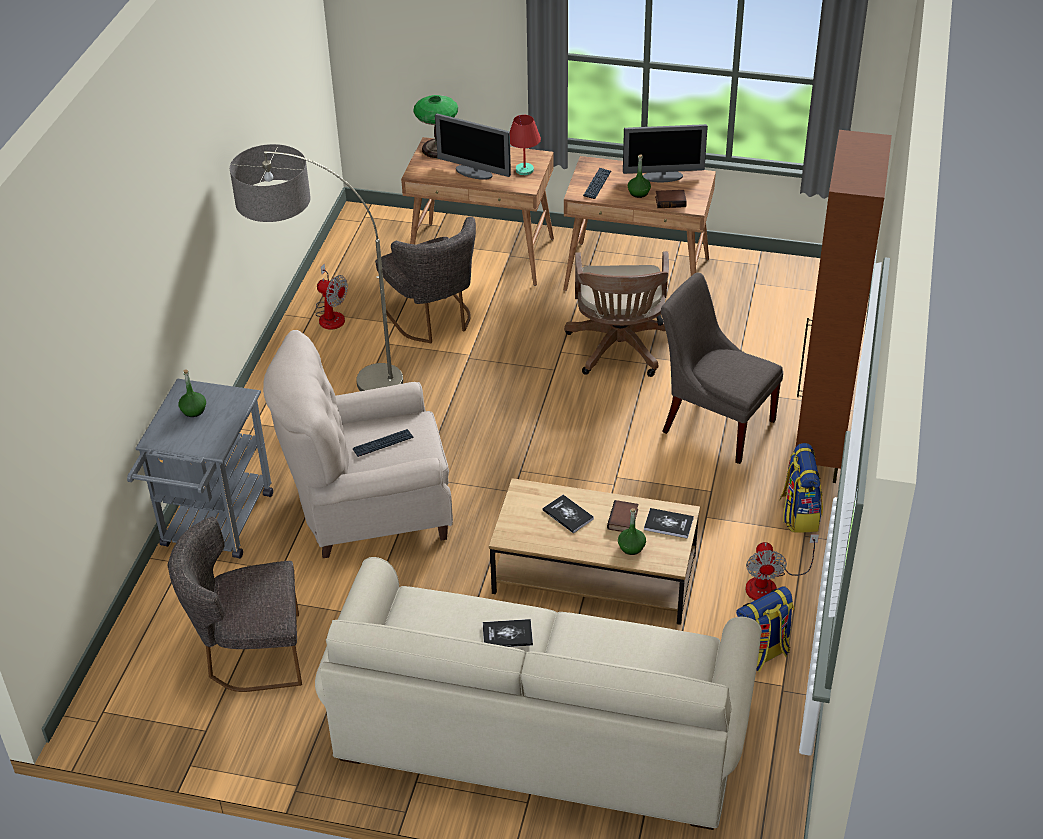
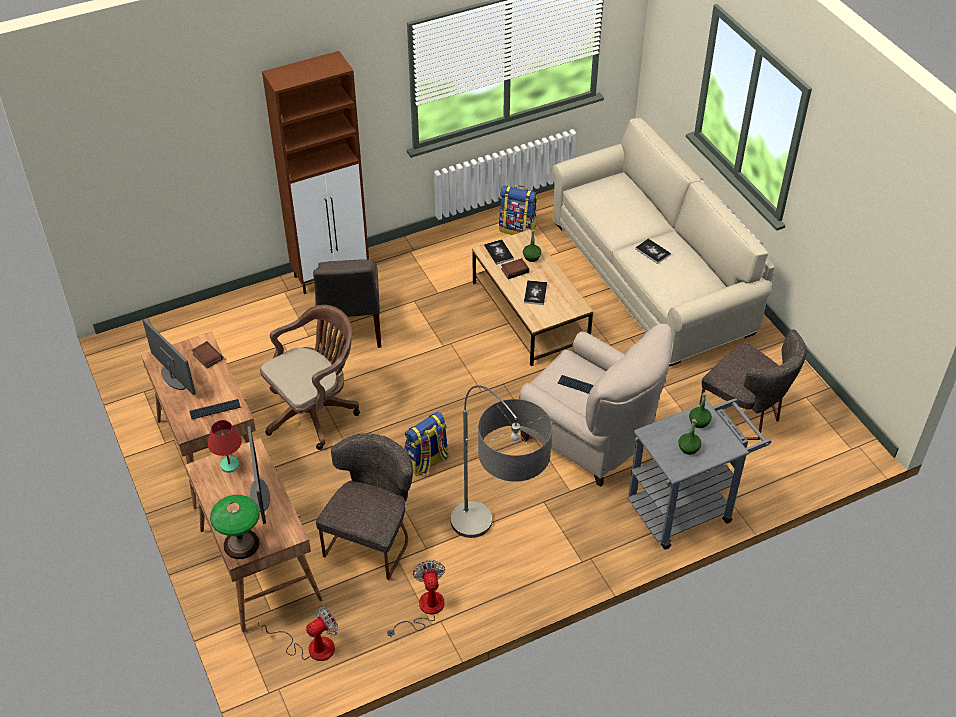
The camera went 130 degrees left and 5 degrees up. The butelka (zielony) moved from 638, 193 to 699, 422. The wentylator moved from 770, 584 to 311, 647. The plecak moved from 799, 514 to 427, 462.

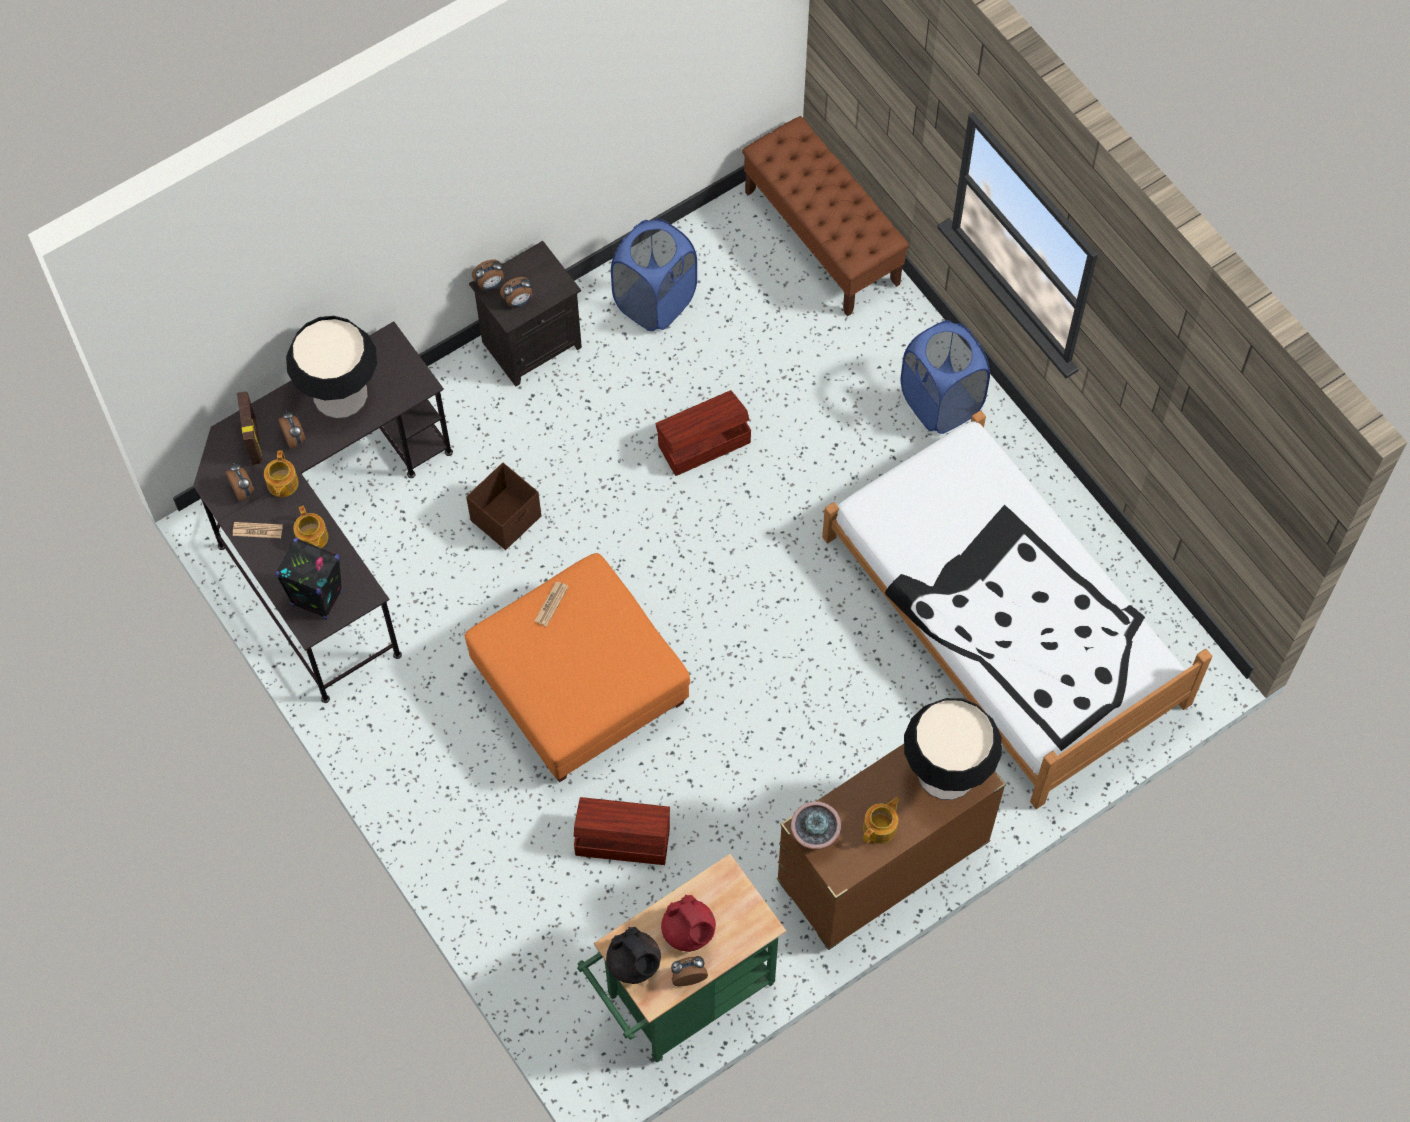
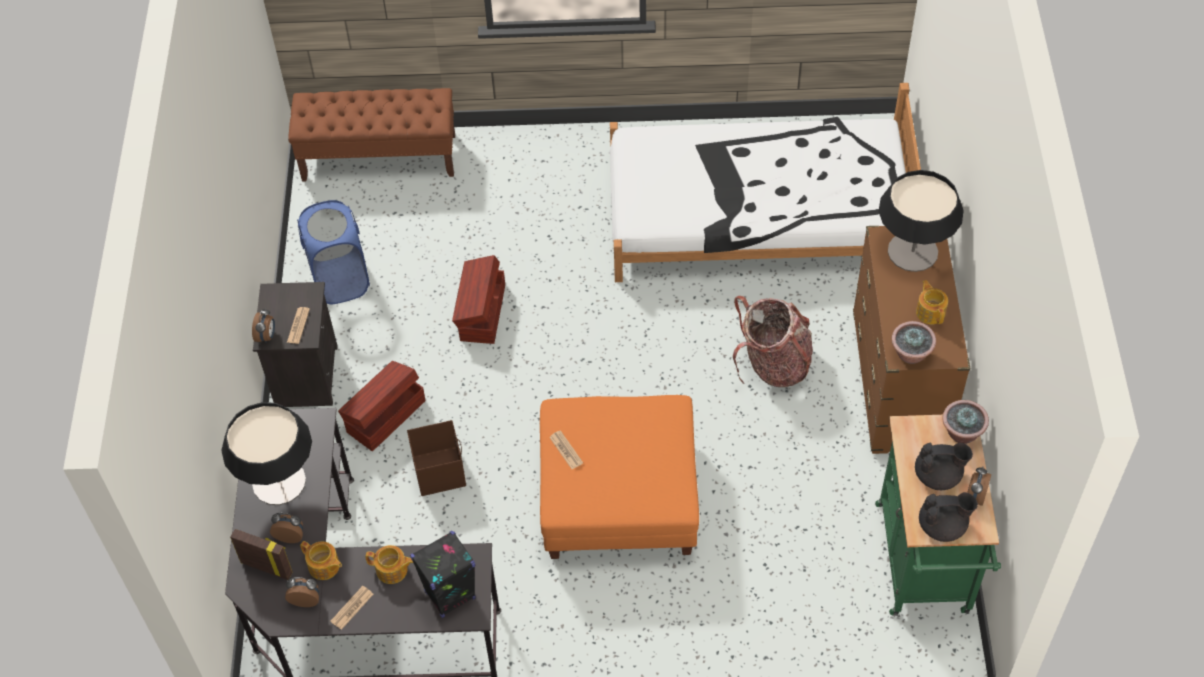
The camera went 55 degrees left and 10 degrees down. The kosz na pranie (niebieski) at 941, 402 disappeared. The plecak at 773, 364 appeared. The roślina doniczkowa at 961, 433 appeared. The pojemnik do przechowywania (brązowy) moved from 622, 839 to 384, 416. The budzik at 518, 301 was replaced by the gazeta at 298, 325. The imbryk (czerwony) at 689, 931 became the imbryk (czarny) at 938, 476.

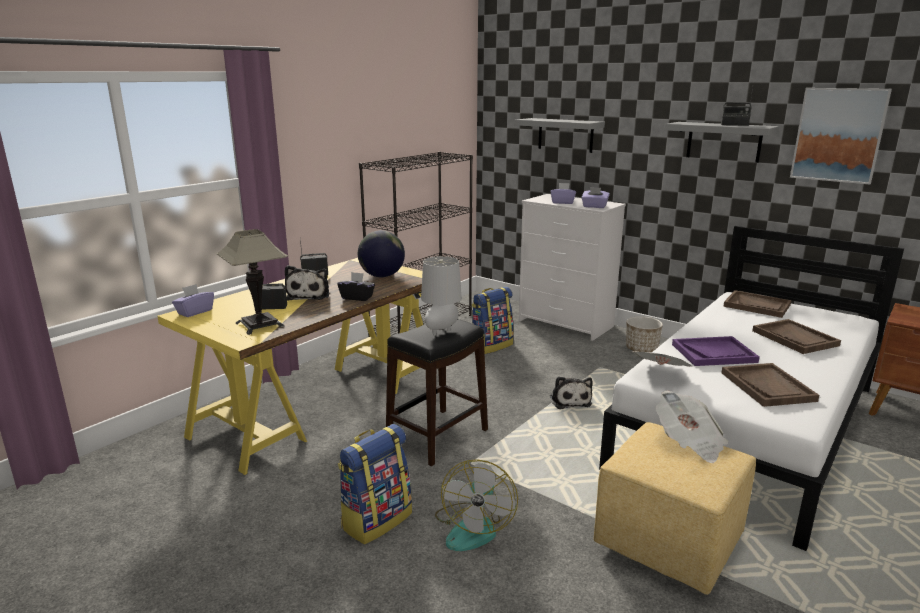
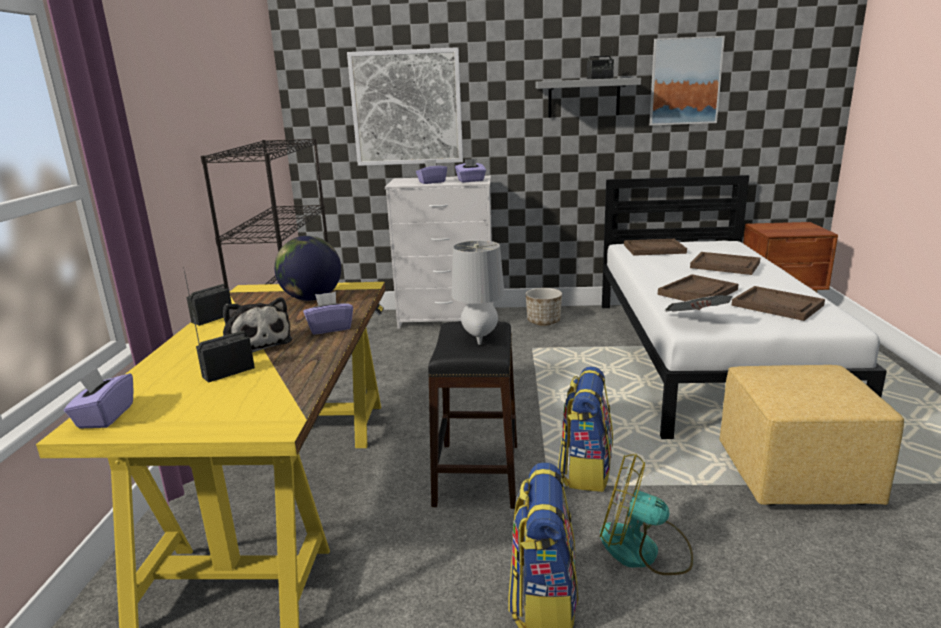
The camera went 35 degrees left and 0 degrees up. The lampa stołowa at 259, 325 disappeared. The pluszak at 569, 400 disappeared. The gazeta at 689, 443 disappeared. The plecak moved from 491, 345 to 585, 470. The półka (szary) at 565, 135 was replaced by the obraz at 407, 108. The pudełko chusteczek (czarny) at 357, 297 became the pudełko chusteczek (fioletowy) at 330, 328. The taca (fioletowy) at 714, 353 became the taca (brązowy) at 697, 292. The wentylator at 473, 527 turned 135 degrees clockwise.

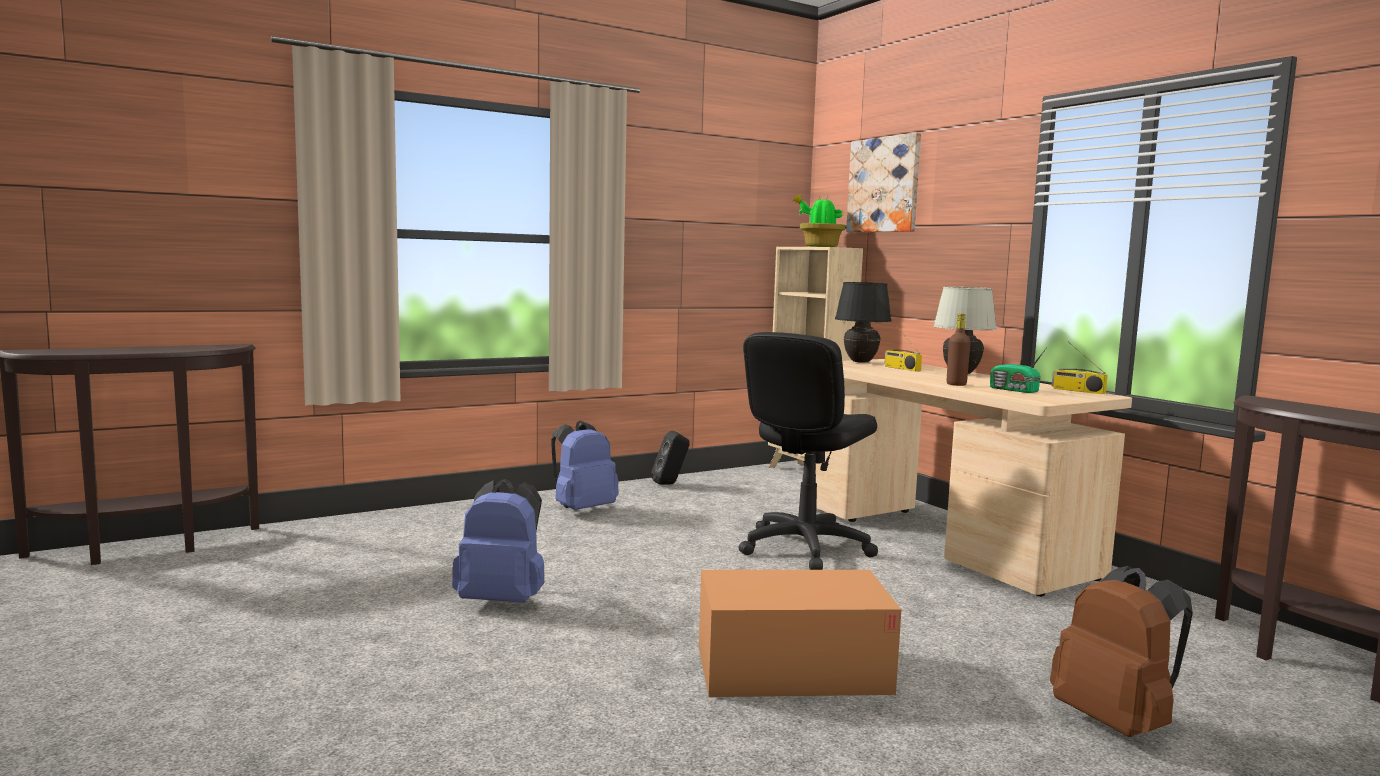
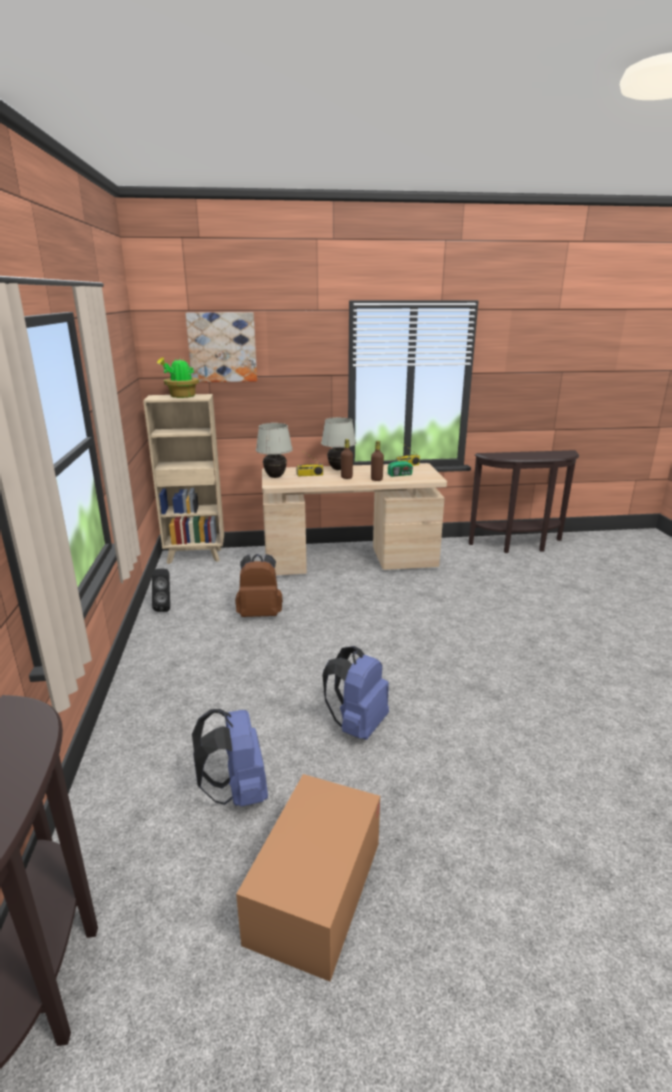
The camera went 65 degrees left and 15 degrees up. The krzesło biurowe (czarny) at 804, 548 disappeared. The butelka (brązowy) at 346, 477 appeared. The plecak (niebieski) moved from 582, 509 to 237, 792. The karton moved from 792, 670 to 315, 890. The plecak (brązowy) moved from 1116, 723 to 260, 613. The lampa stołowa (czarny) at 861, 362 became the lampa stołowa (biały) at 275, 477.

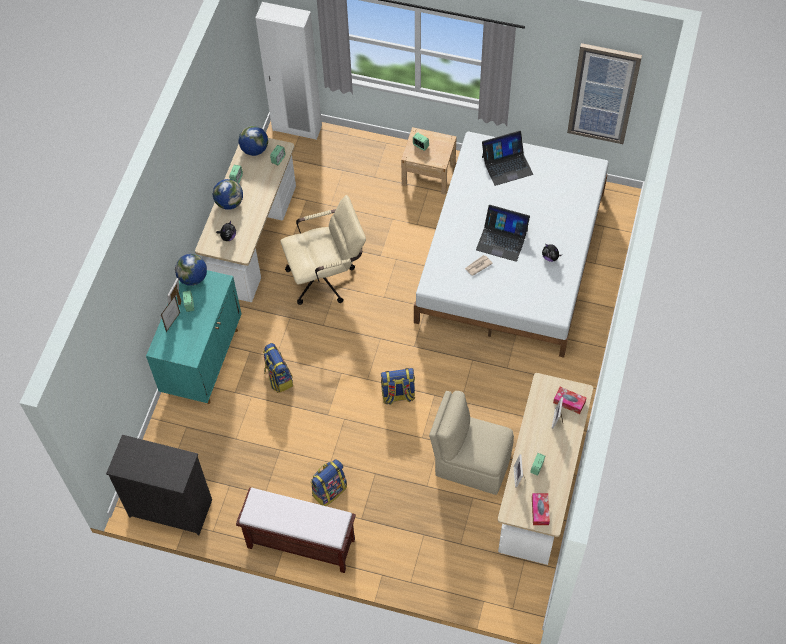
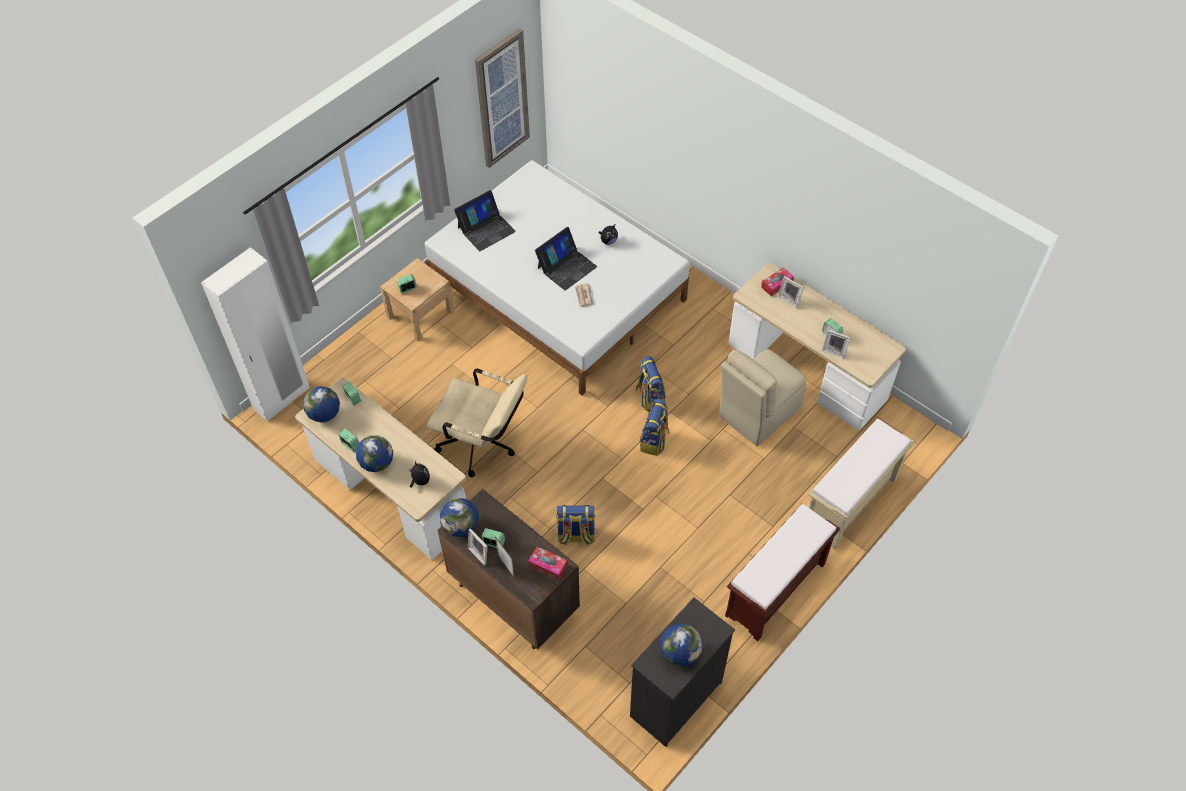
The camera went 65 degrees left and 5 degrees down. The globus at 680, 653 appeared. The ławka (beżowy) at 849, 504 appeared. The plecak moved from 329, 490 to 649, 397. The pudełko chusteczek moved from 540, 511 to 548, 565. The szafka (turkusowy) at 203, 360 became the szafka (brązowy) at 513, 598. The krzesło biurowe (beżowy) at 327, 277 turned 105 degrees clockwise. The laptop at 507, 165 turned 45 degrees clockwise.

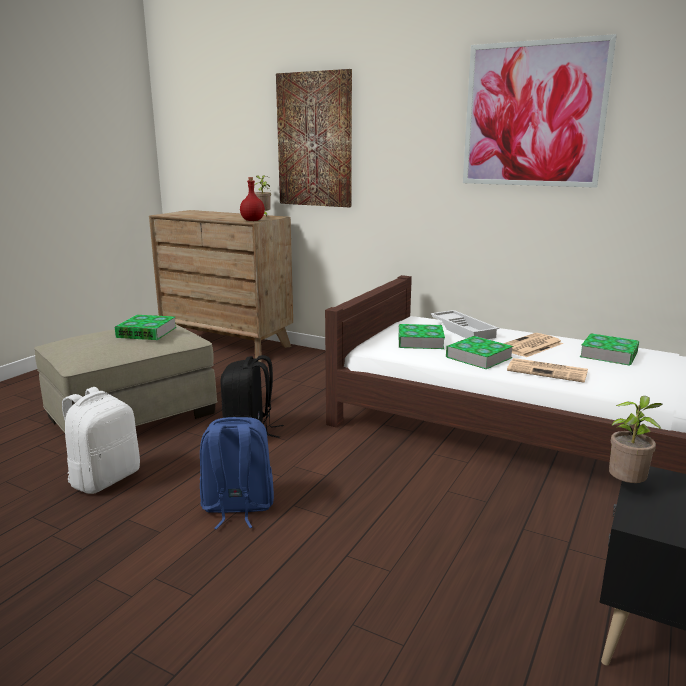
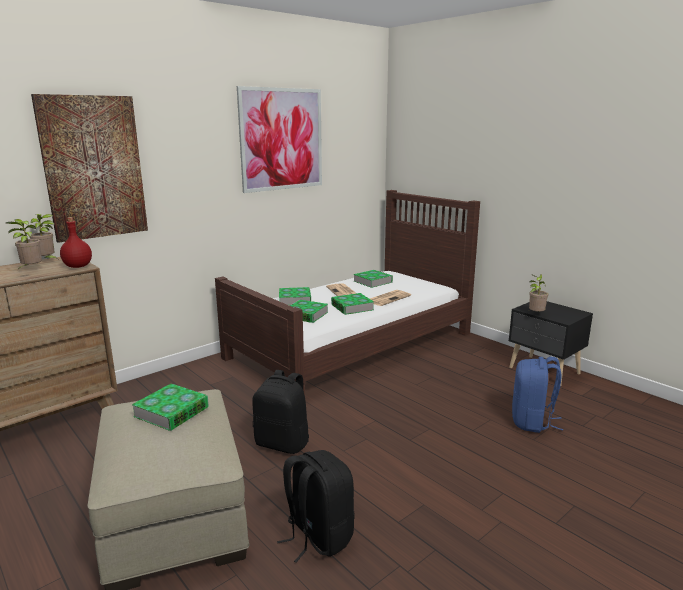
The camera went 70 degrees left and 0 degrees up. The roślina doniczkowa at 31, 269 appeared. The plecak (niebieski) moved from 237, 507 to 532, 422. The taca (biały) at 464, 330 was replaced by the książka at 295, 300. The plecak (biały) at 105, 478 became the plecak (czarny) at 317, 536.

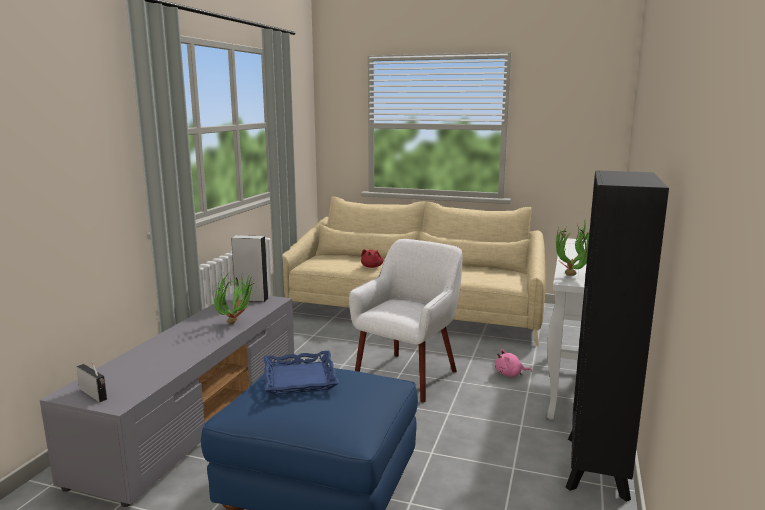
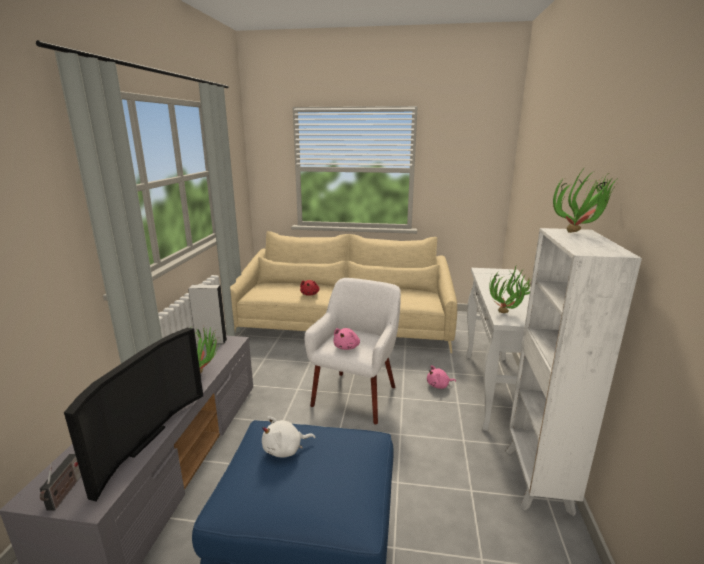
The camera went 10 degrees left and 5 degrees up. The telewizor at 138, 440 appeared. The pluszak (różowy) at 347, 347 appeared. The roślina doniczkowa at 580, 233 appeared. The taca (niebieski) at 300, 378 was replaced by the pluszak (biały) at 285, 449. The regał (czarny) at 596, 468 became the regał (biały) at 537, 481. The radio at 95, 394 turned 60 degrees clockwise.

